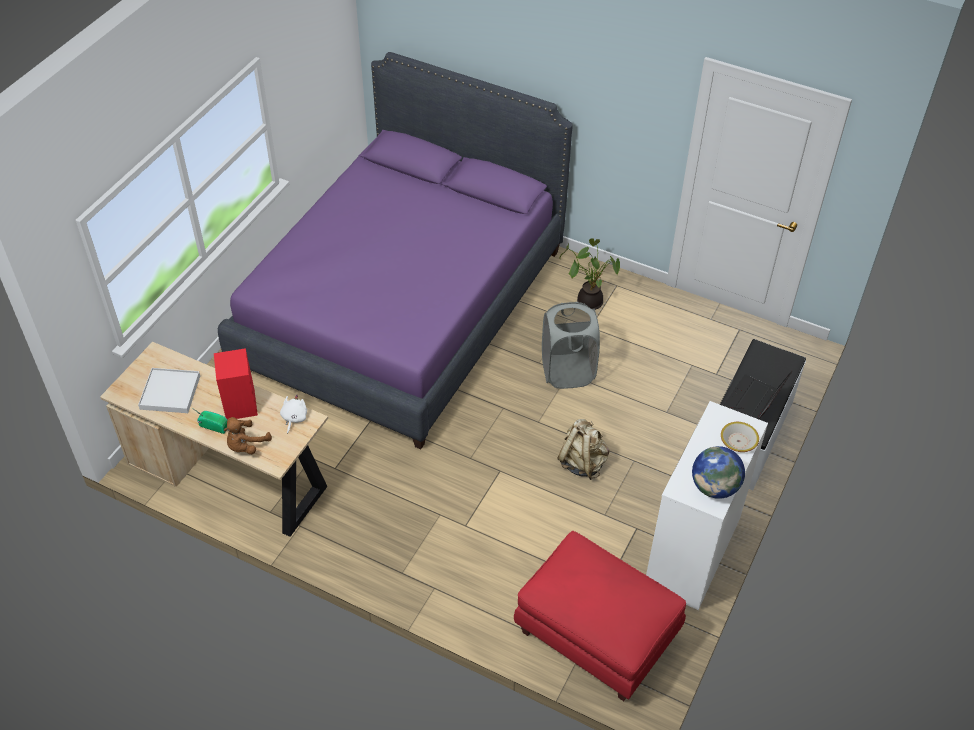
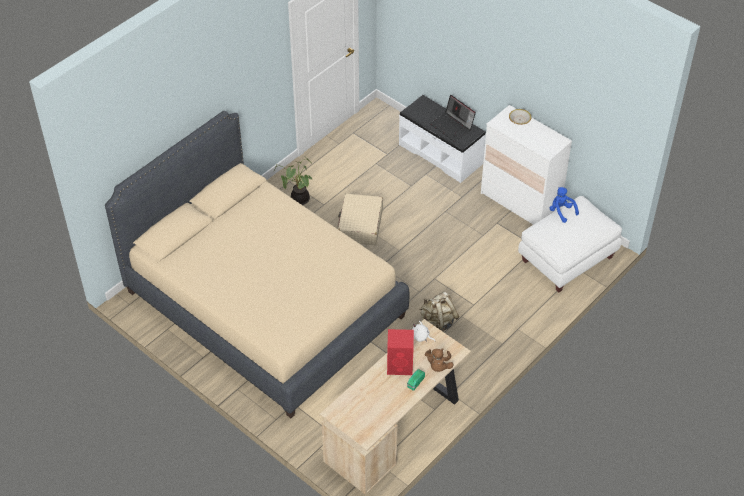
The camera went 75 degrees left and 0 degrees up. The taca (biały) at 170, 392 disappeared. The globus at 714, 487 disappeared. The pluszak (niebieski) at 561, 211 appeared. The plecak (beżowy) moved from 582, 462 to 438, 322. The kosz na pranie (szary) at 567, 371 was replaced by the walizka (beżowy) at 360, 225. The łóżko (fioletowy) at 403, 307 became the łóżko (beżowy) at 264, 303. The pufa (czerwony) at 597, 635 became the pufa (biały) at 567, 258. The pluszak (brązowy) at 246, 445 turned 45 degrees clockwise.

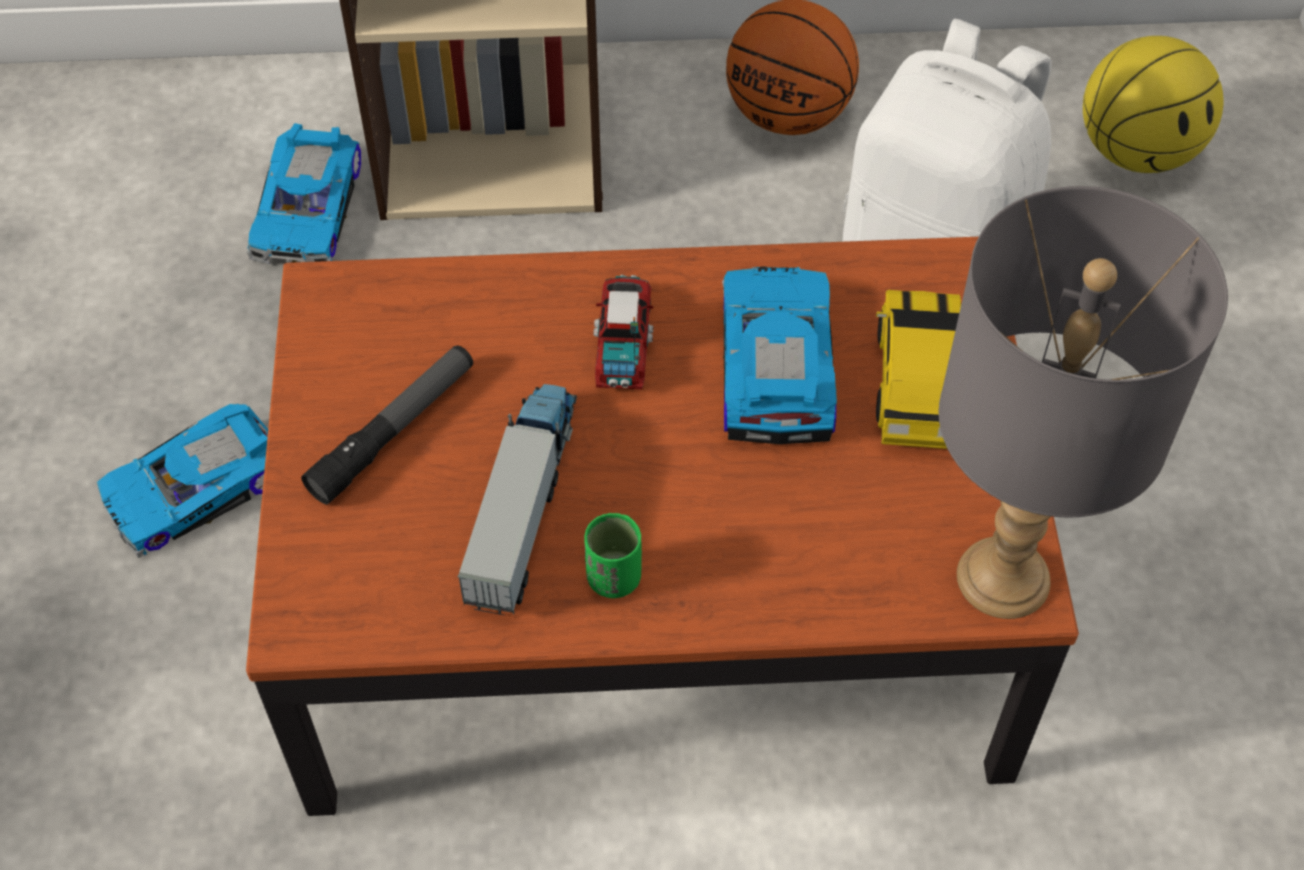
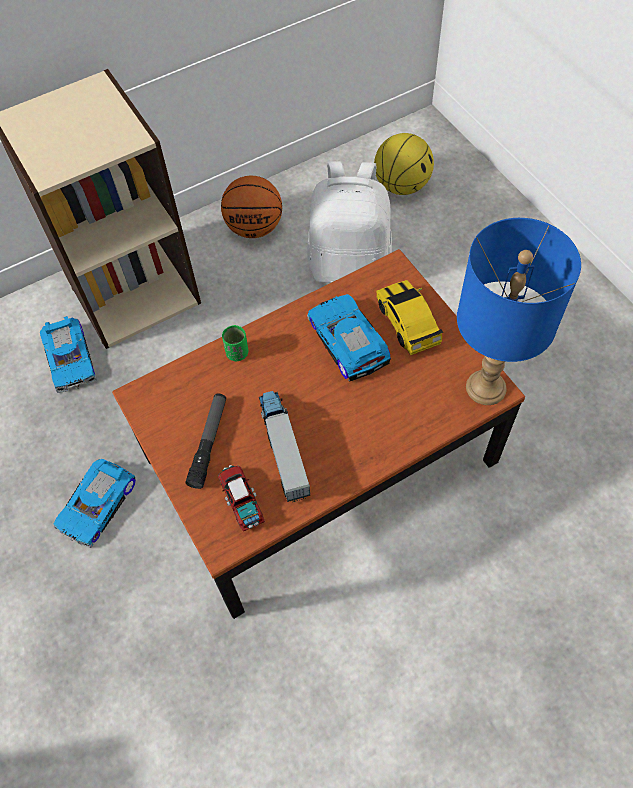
The camera went 25 degrees left and 5 degrees up. The filiżanka (zielony) moved from 614, 578 to 237, 353. The ciężarówka zabawkowa moved from 623, 342 to 241, 500. The lampa stołowa (szary) at 1003, 576 became the lampa stołowa (niebieski) at 485, 387.

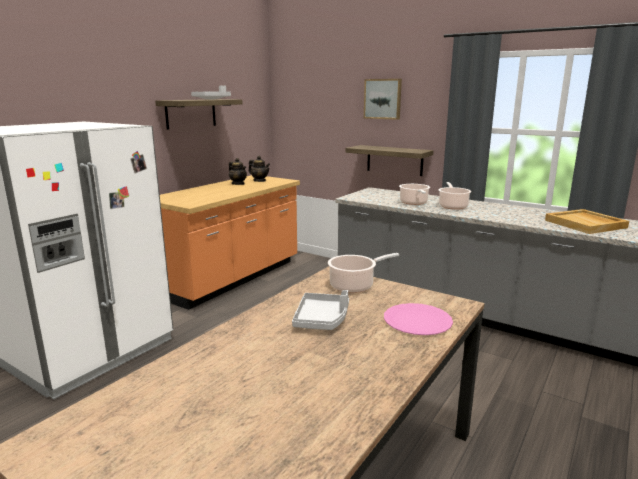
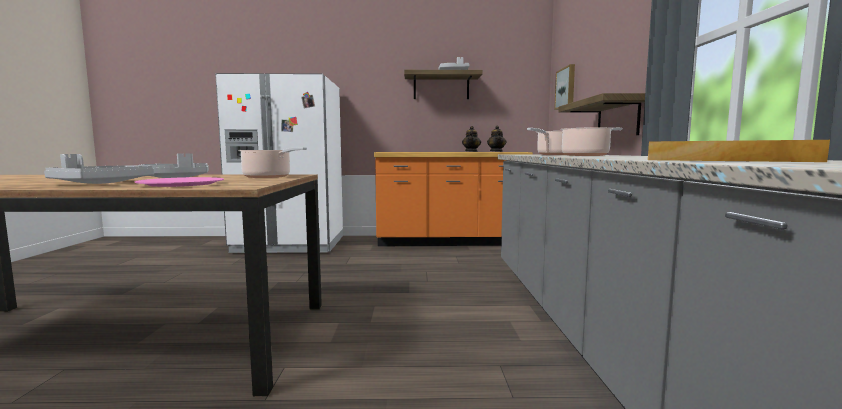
The camera went 55 degrees right and 10 degrees down. The taca (szary) at 102, 183 appeared. The obraz moved from 383, 99 to 566, 88.

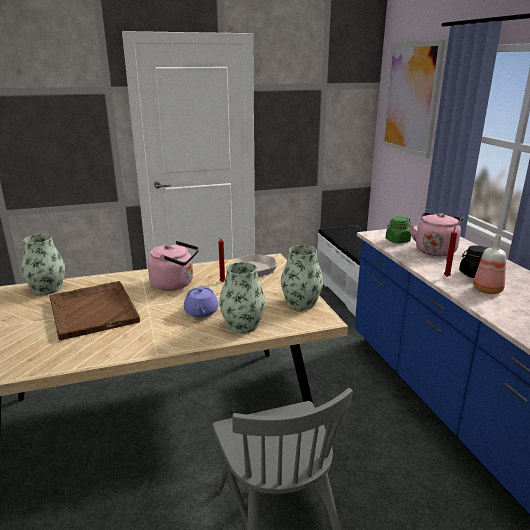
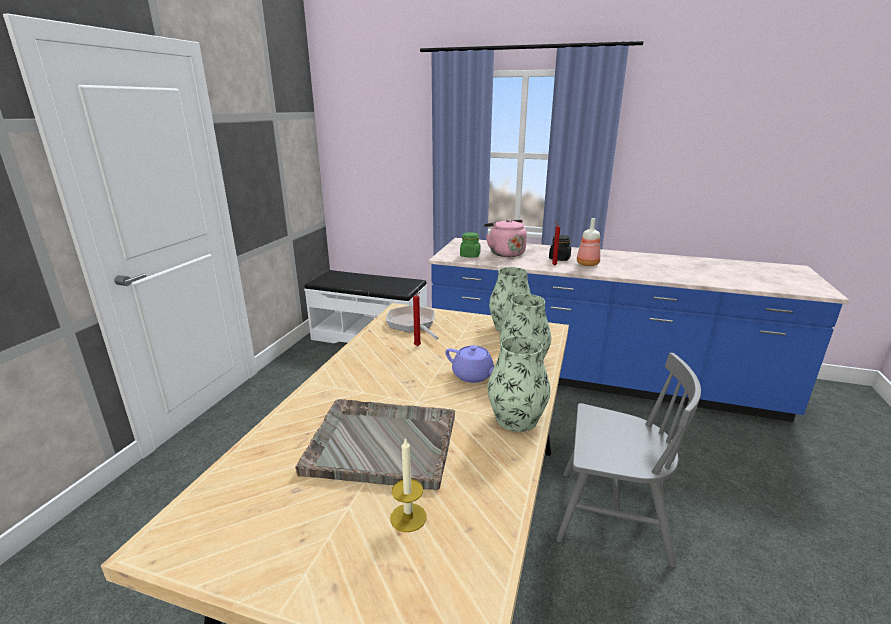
The camera went 55 degrees left and 0 degrees up. The czajnik (różowy) at 175, 284 disappeared. The obraz at 411, 98 disappeared. The świeca at 408, 517 appeared. The wazon moved from 47, 289 to 516, 419. The taca (brązowy) at 93, 310 became the taca (szary) at 380, 443.

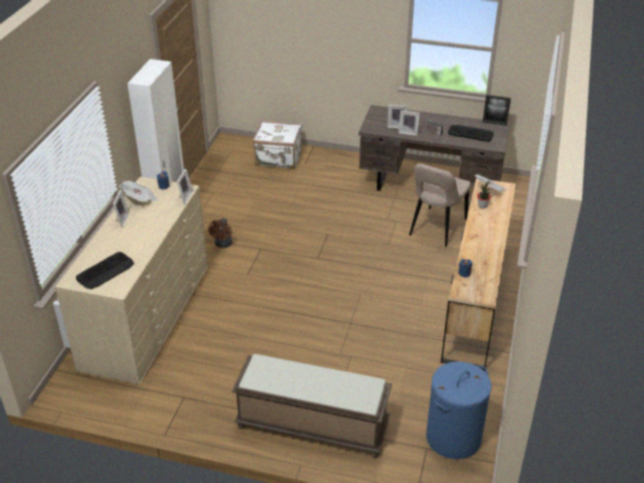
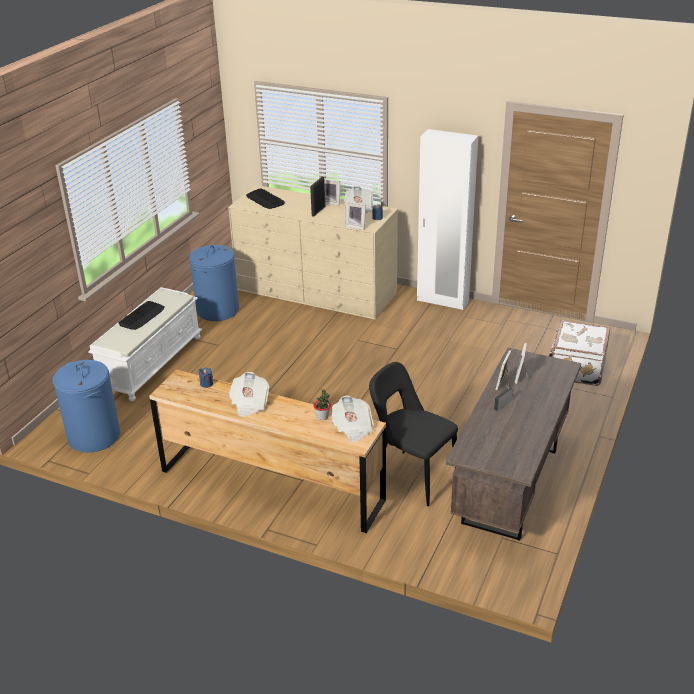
The camera went 100 degrees right and 5 degrees down. The wentylator (brązowy) at 223, 244 disappeared. The kosz na pranie (niebieski) at 217, 310 appeared. The gazeta at 249, 404 appeared. The klawiatura moved from 470, 133 to 142, 316. The ramka na zdjęcie moved from 494, 123 to 318, 211. The ławka (brązowy) at 311, 426 became the ławka (biały) at 151, 363. The krzesło (beżowy) at 436, 229 became the krzesło (czarny) at 412, 476.

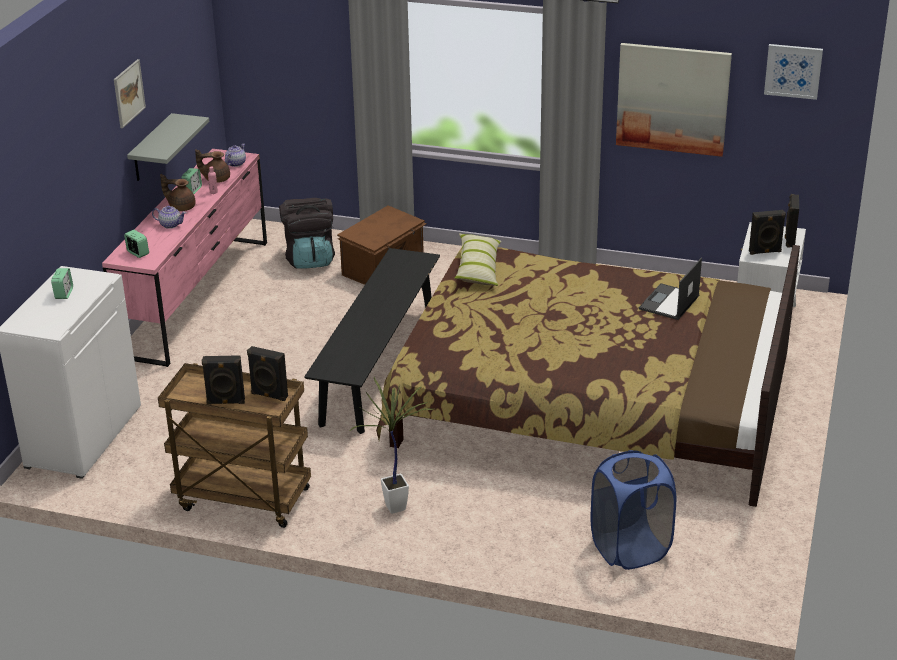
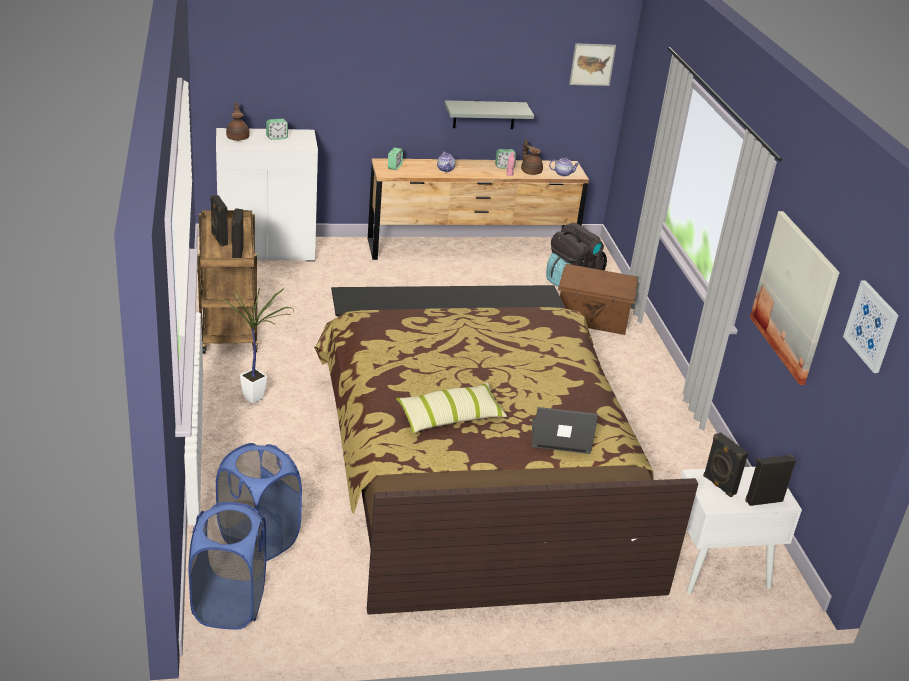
The camera went 60 degrees right and 0 degrees up. The kosz na pranie (niebieski) at 229, 604 appeared. The obraz moved from 128, 93 to 592, 64. The imbryk (brązowy) moved from 181, 207 to 238, 137. The poduszka moved from 478, 268 to 450, 417. The komoda (różowy) at 197, 297 became the komoda (brązowy) at 472, 249.

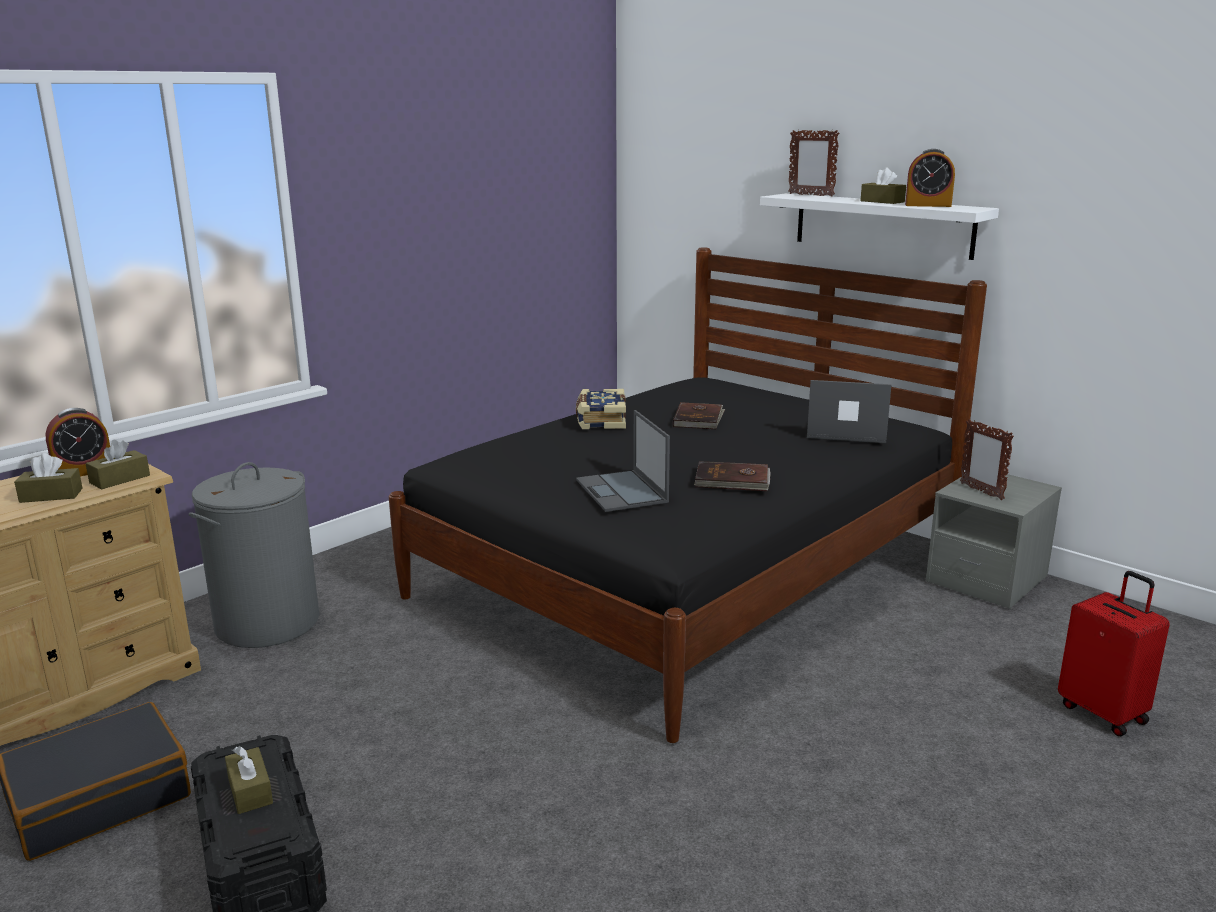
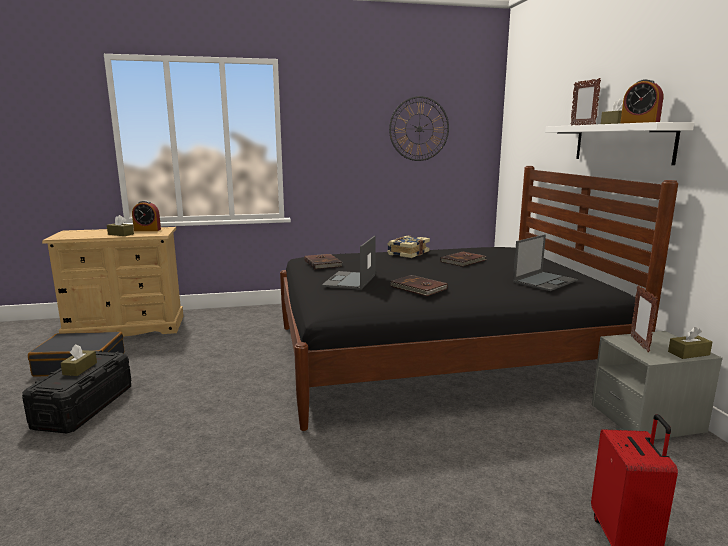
The camera went 35 degrees right and 5 degrees down. The kosz na pranie (szary) at 267, 622 disappeared. The książka (brązowy) at 323, 263 appeared. The zegar ścienny at 419, 129 appeared. The pudełko chusteczek (brązowy) moved from 120, 479 to 688, 353. The laptop at 845, 432 turned 90 degrees clockwise.

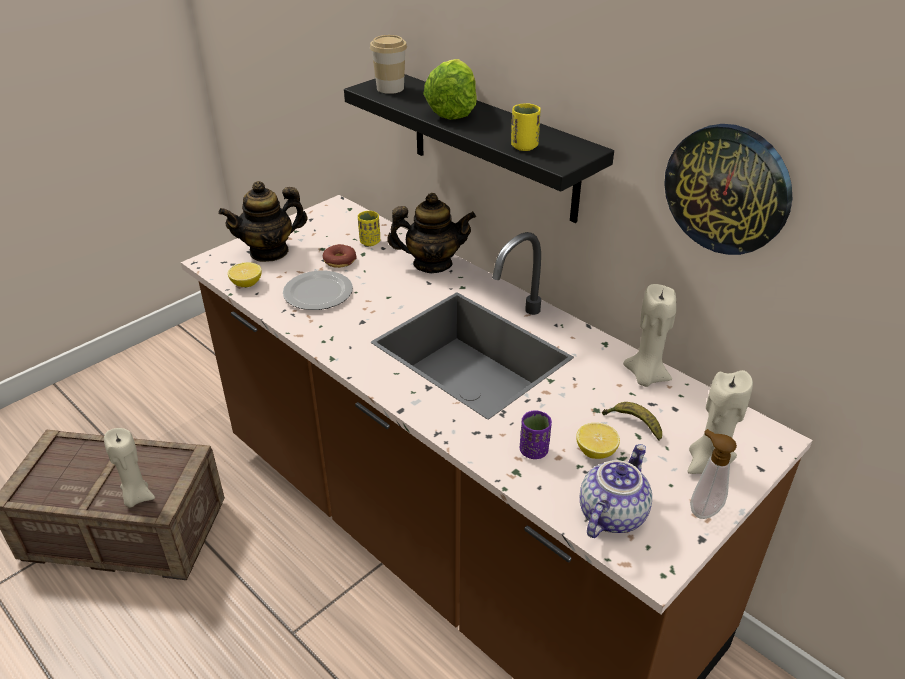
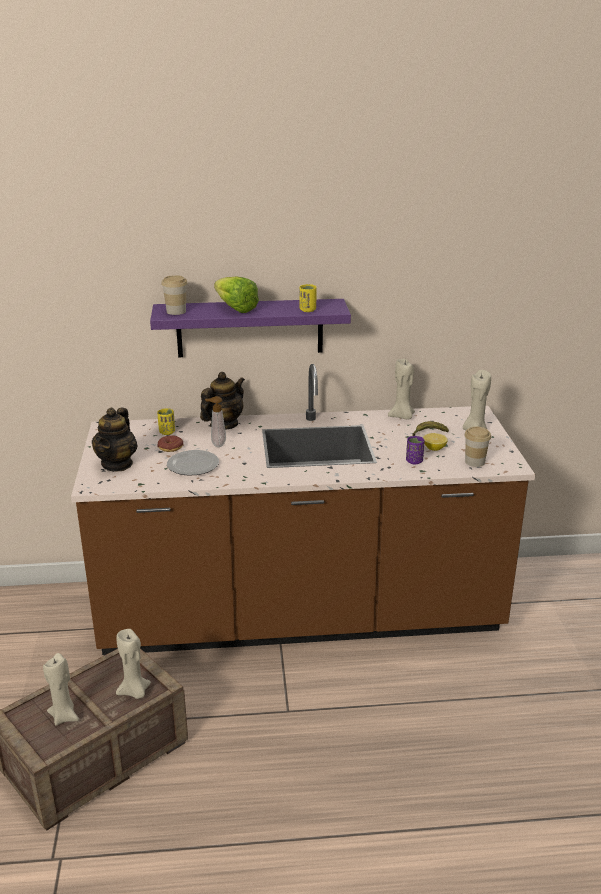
The camera went 50 degrees left and 10 degrees down. The cytryna at 246, 284 disappeared. The zegar ścienny at 727, 189 disappeared. The świeca (beżowy) at 64, 716 appeared. The dozownik mydła moved from 702, 508 to 217, 444. The imbryk at 610, 514 was replaced by the filiżanka at 475, 462. The półka (czarny) at 493, 147 became the półka (fioletowy) at 250, 328.

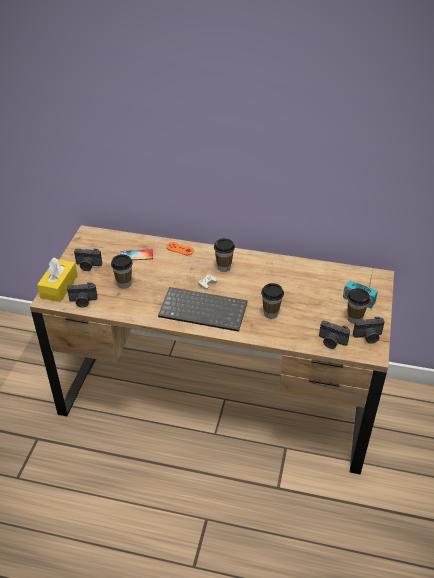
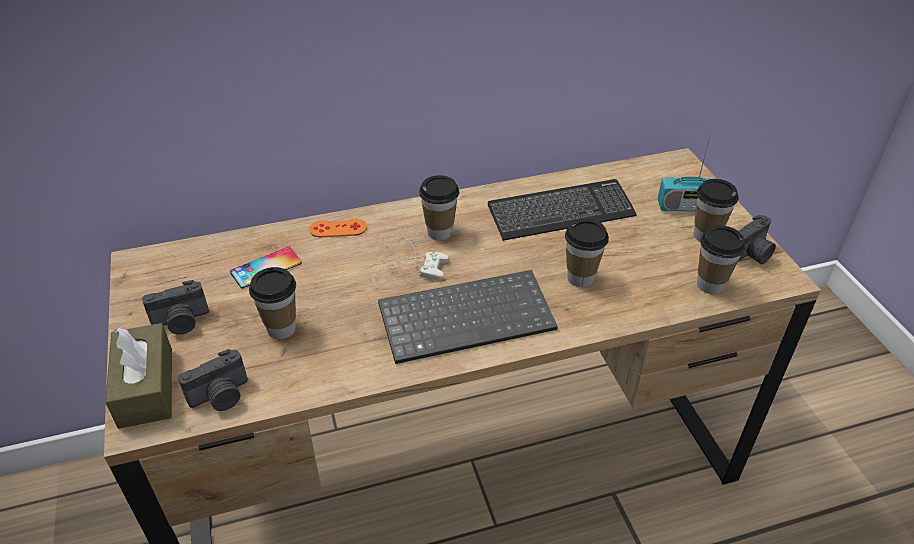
The camera went 30 degrees left and 0 degrees up. The klawiatura at 561, 212 appeared. The aparat fotograficzny at 331, 342 was replaced by the filiżanka at 710, 285. The pudełko chusteczek (żółty) at 59, 286 became the pudełko chusteczek (brązowy) at 146, 387.

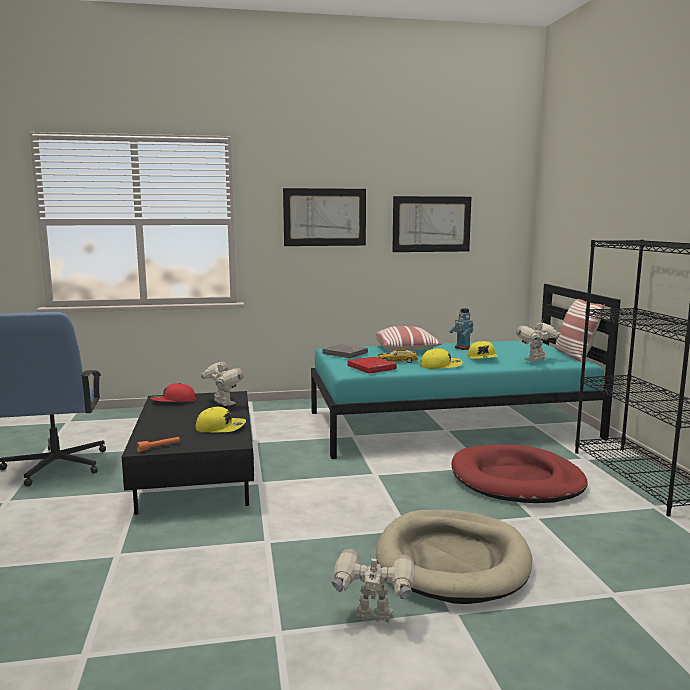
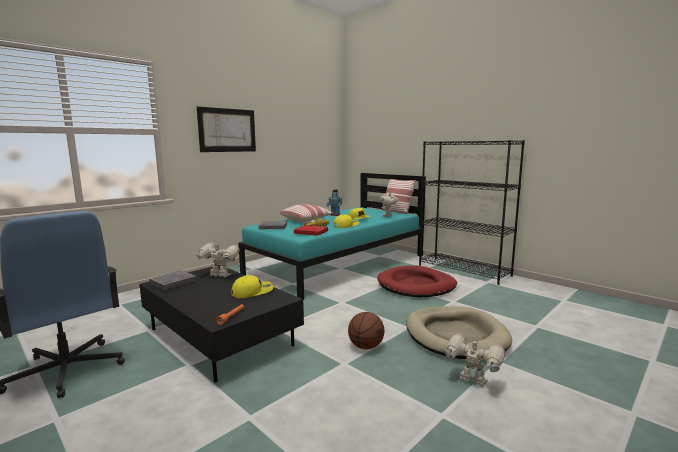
The camera went 35 degrees left and 0 degrees up. The obraz at 431, 224 disappeared. The piłka do koszykówki at 366, 346 appeared. The czapka z daszkiem (czerwony) at 173, 401 was replaced by the książka (szary) at 173, 283. The robot zabawkowy at 373, 618 turned 60 degrees clockwise.

